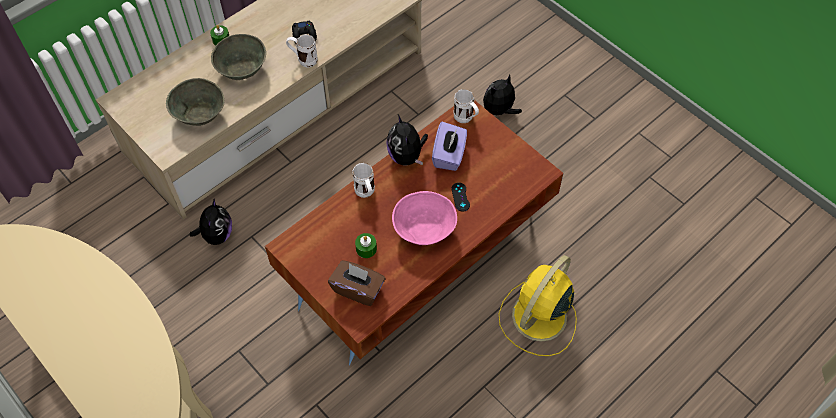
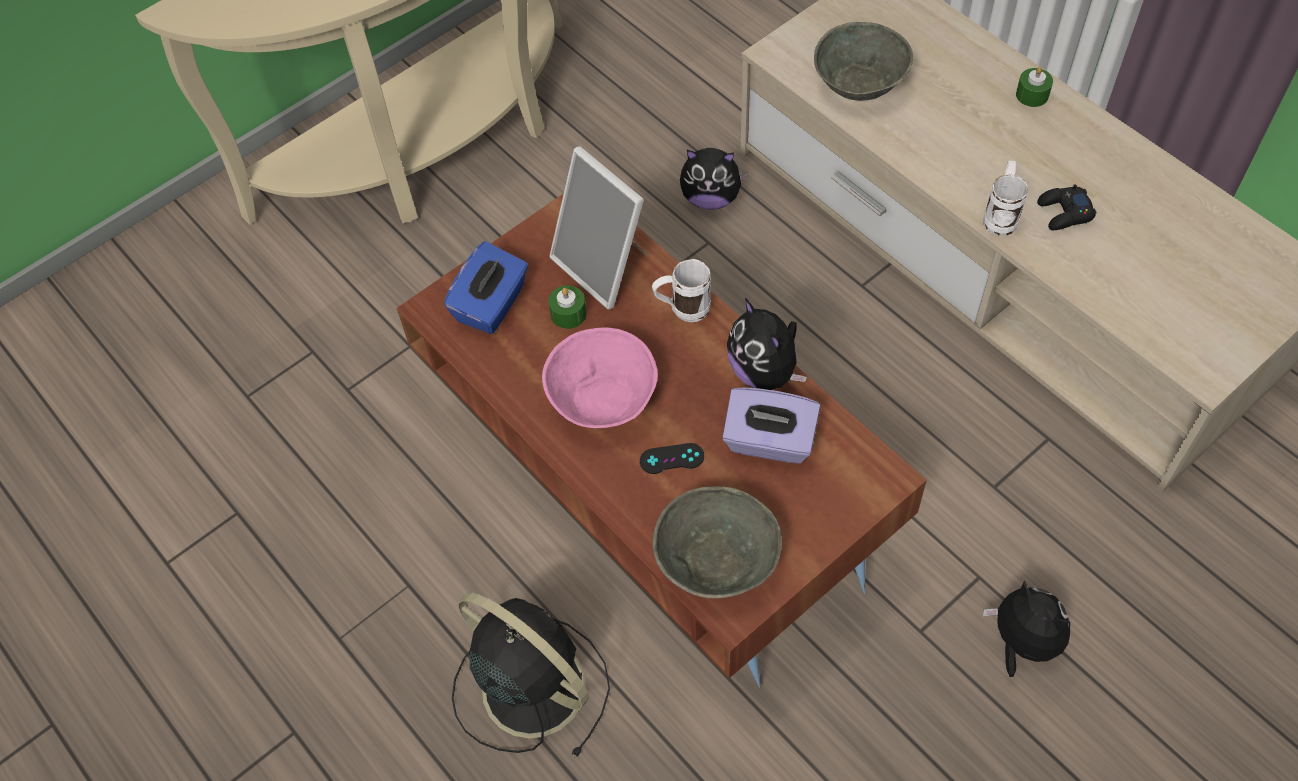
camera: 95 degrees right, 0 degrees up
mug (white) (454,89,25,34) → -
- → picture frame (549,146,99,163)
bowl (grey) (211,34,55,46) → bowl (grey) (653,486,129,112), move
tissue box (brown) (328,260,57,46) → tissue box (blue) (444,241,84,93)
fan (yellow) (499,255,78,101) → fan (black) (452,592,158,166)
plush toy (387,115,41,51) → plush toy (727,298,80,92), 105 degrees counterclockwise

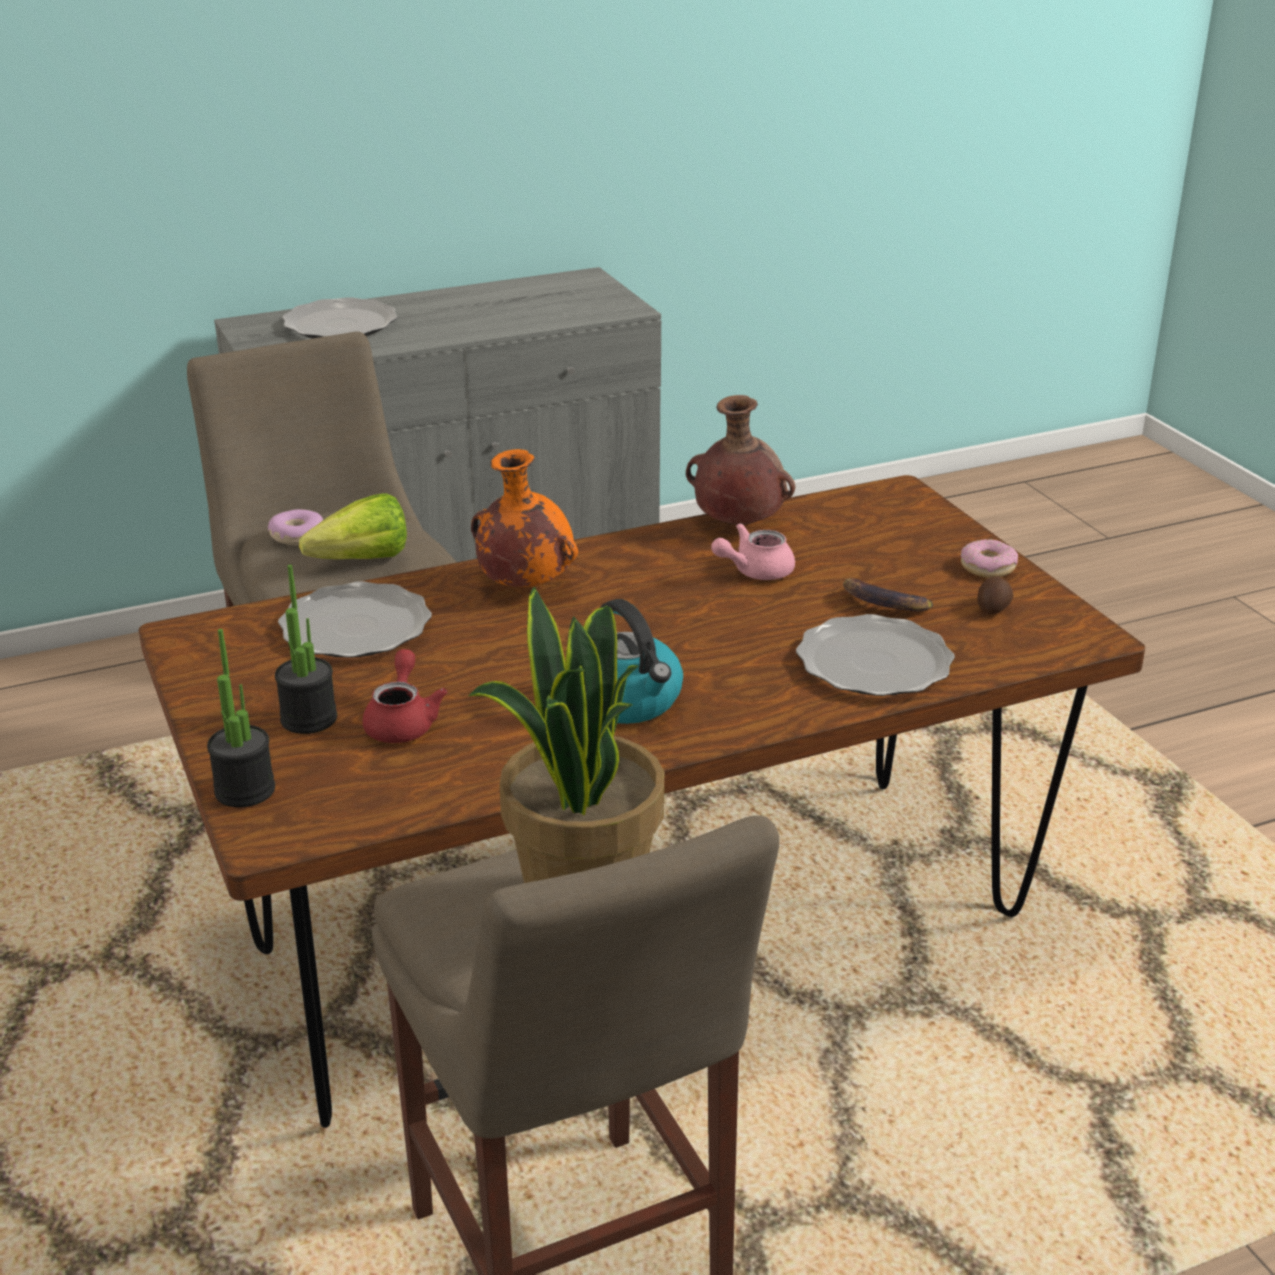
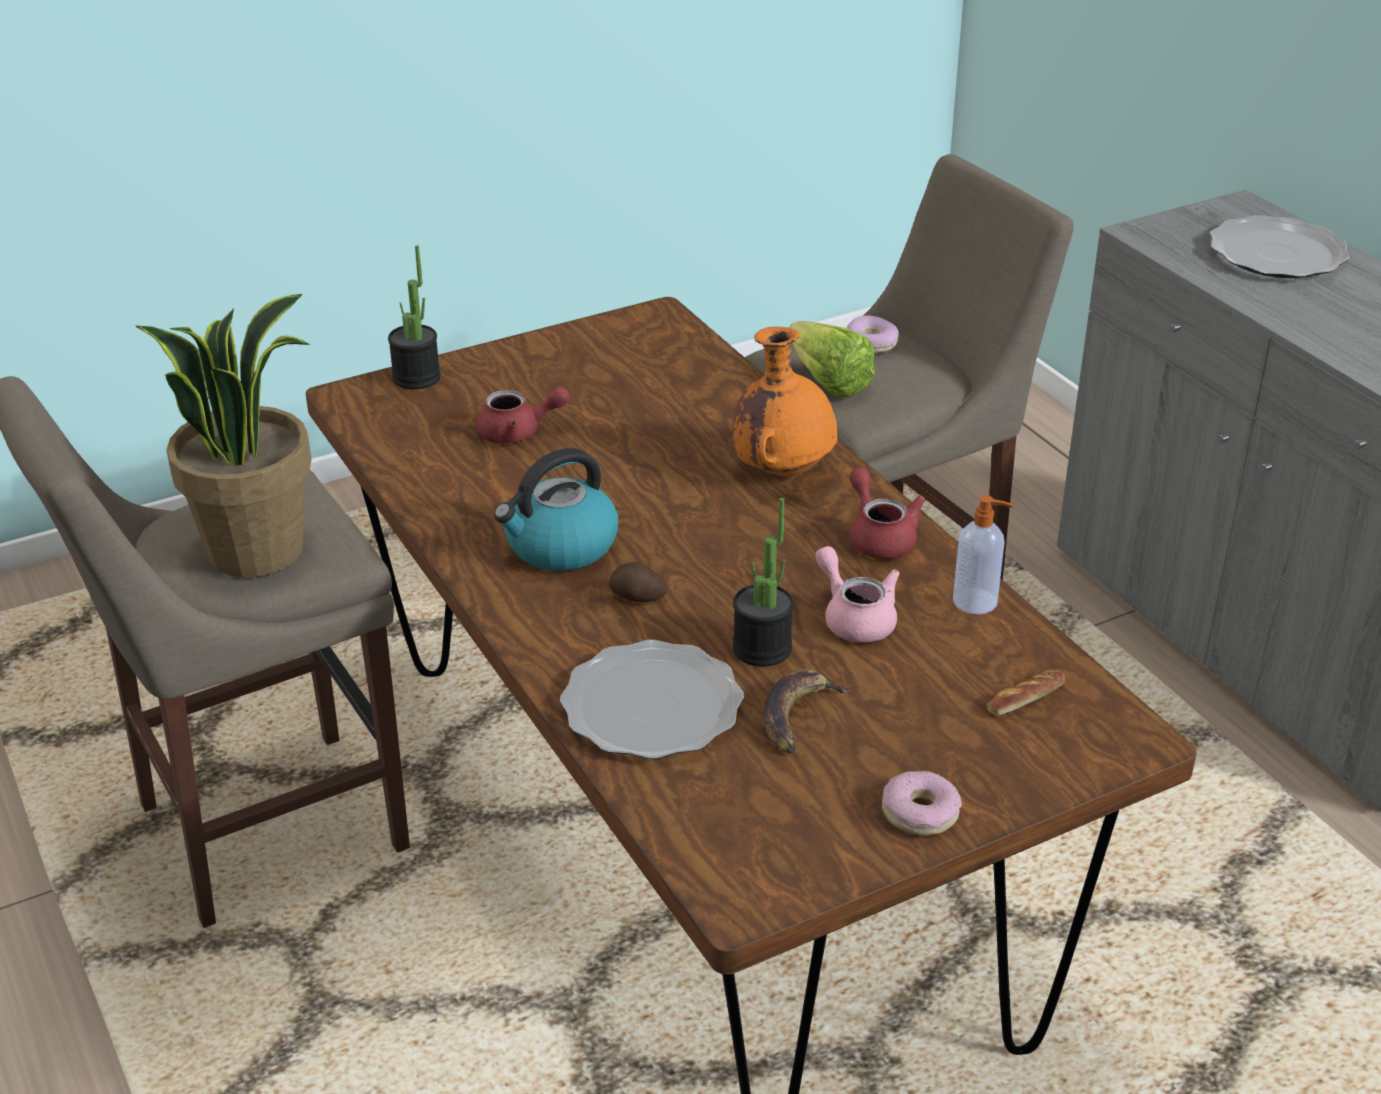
camera: 85 degrees right, 5 degrees up
plate (278,581,154,77) → -
- → teapot (red) (850,467,75,92)
- → bread (987,669,78,47)
potted plant (275,565,62,169) → potted plant (733,498,61,169), move
potato (977,577,36,37) → potato (609,562,58,40), move
vase (brown) (686,395,110,130) → soap dispenser (953,495,60,120)

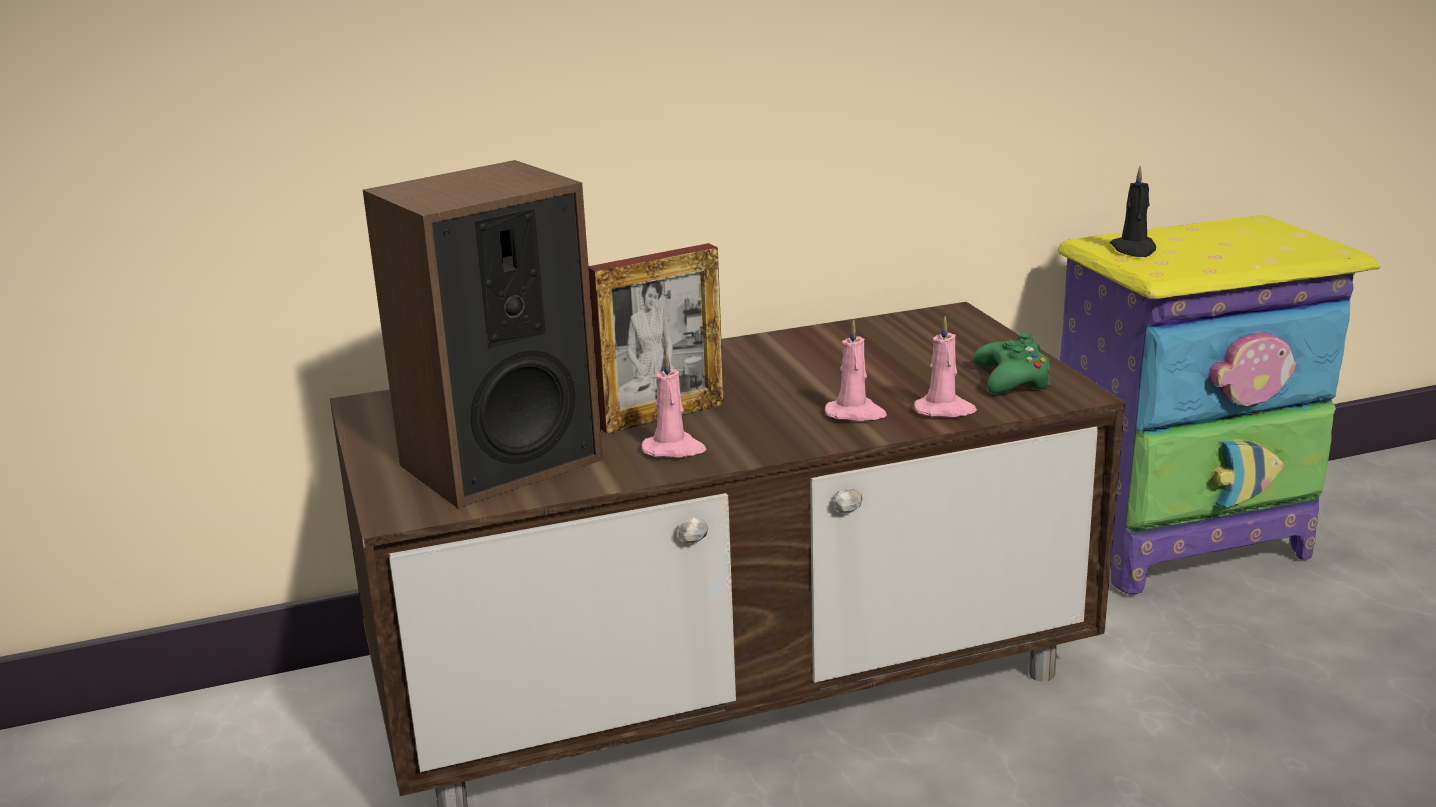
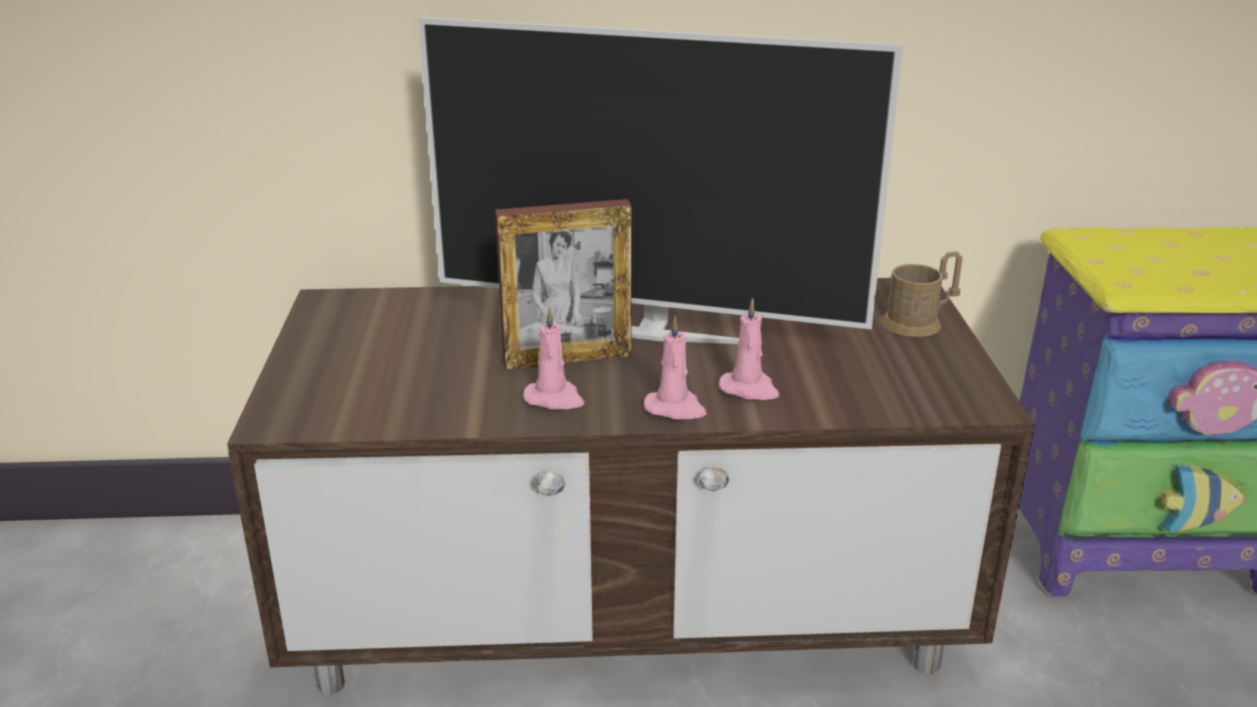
camera: 15 degrees right, 5 degrees up
speaker (363,160,240,348) → -
game controller (green) (973,333,78,60) → -
candle (black) (1110,166,46,91) → -
- → television (418,17,485,328)
- → mug (brown) (881,251,82,86)
candle (pink) (914,316,63,101) → candle (pink) (644,315,62,105), move

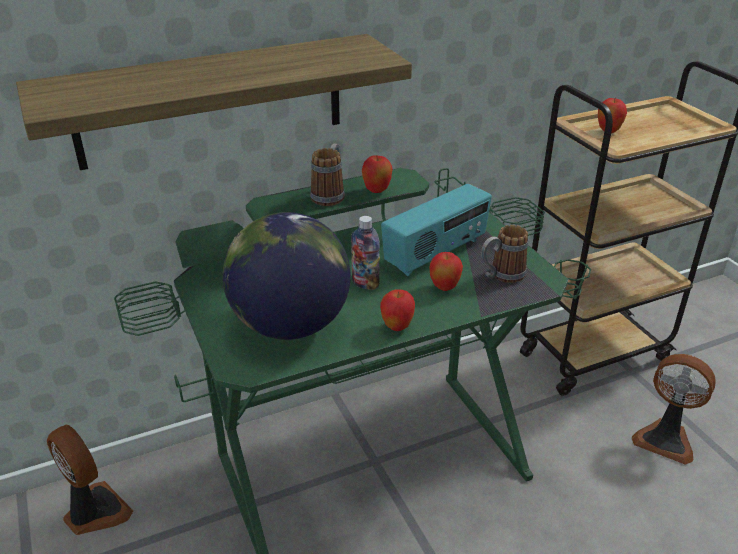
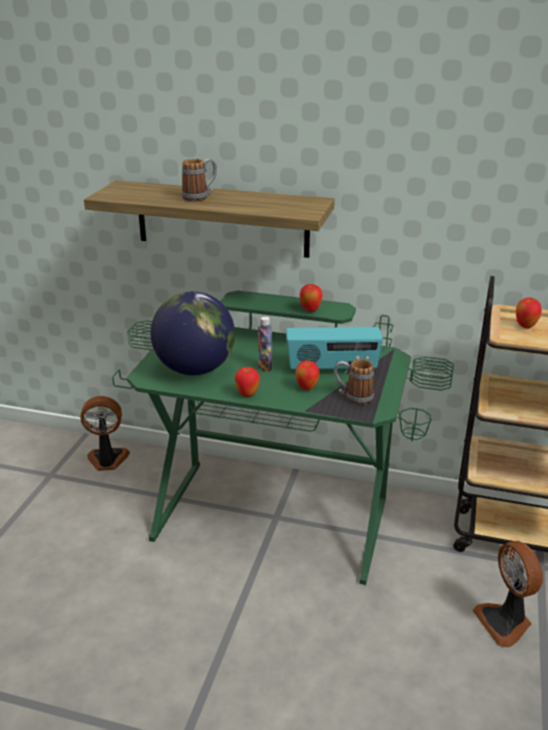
camera: 40 degrees right, 5 degrees down
mug (310,144,35,62) → mug (182,159,35,42), move
fan (47,425,86,110) → fan (81,396,49,75), 90 degrees counterclockwise

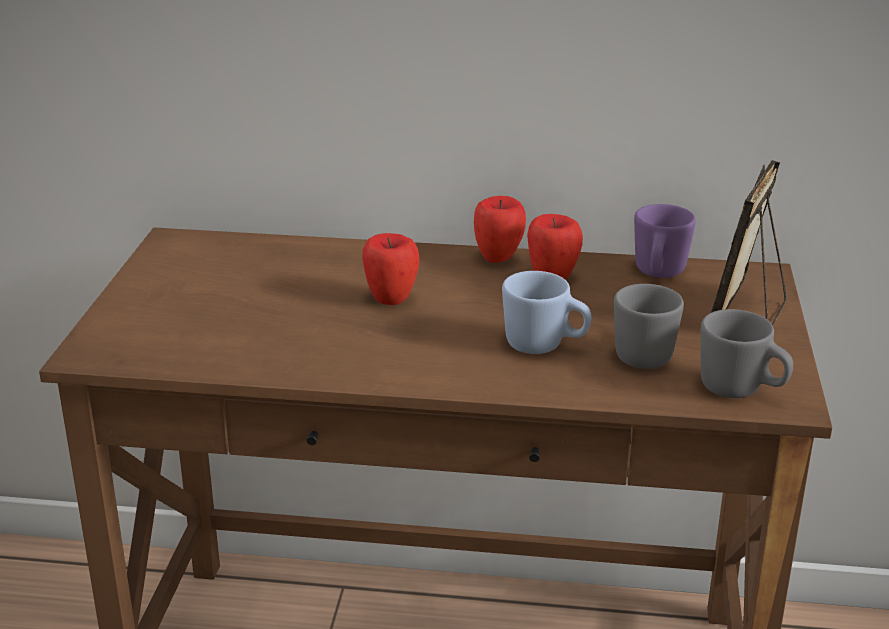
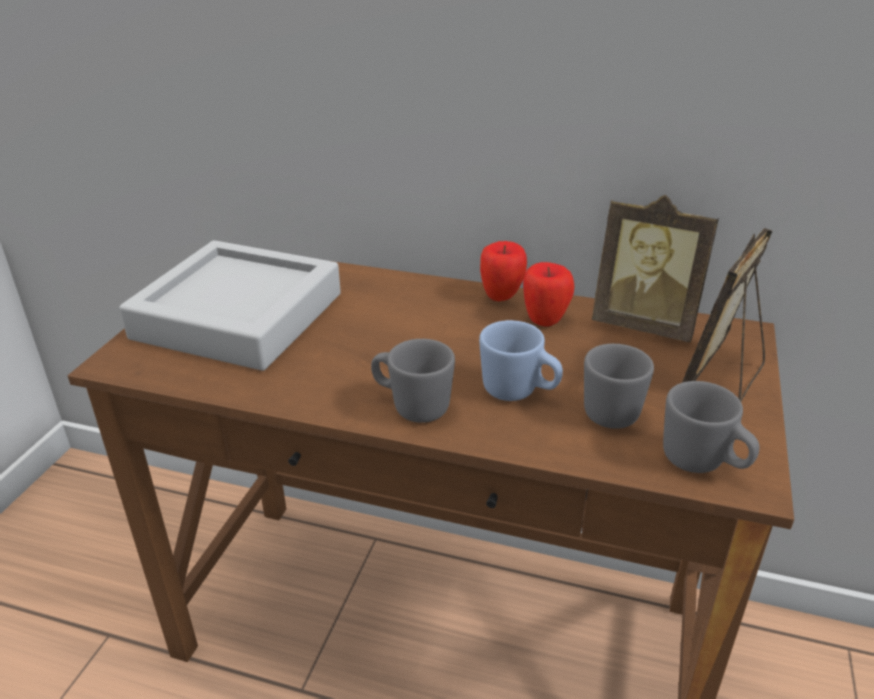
camera: 10 degrees right, 5 degrees up
apple (362,233,57,72) → -
- → tray (grey) (119,240,222,131)
- → mug (grey) (371,339,84,84)
mug (purple) (634,204,62,74) → picture frame (591,195,128,147)

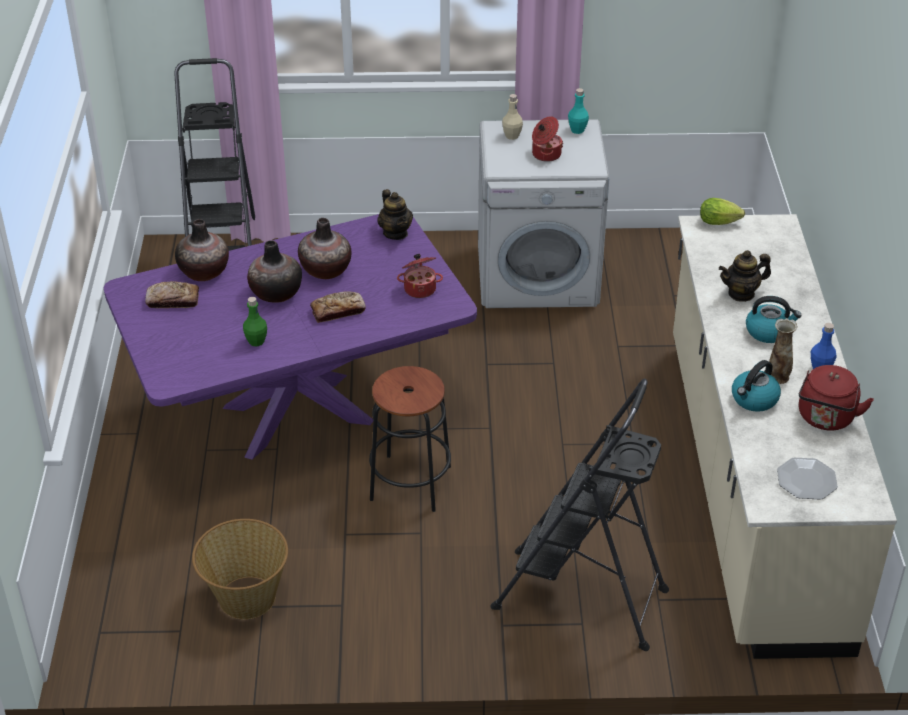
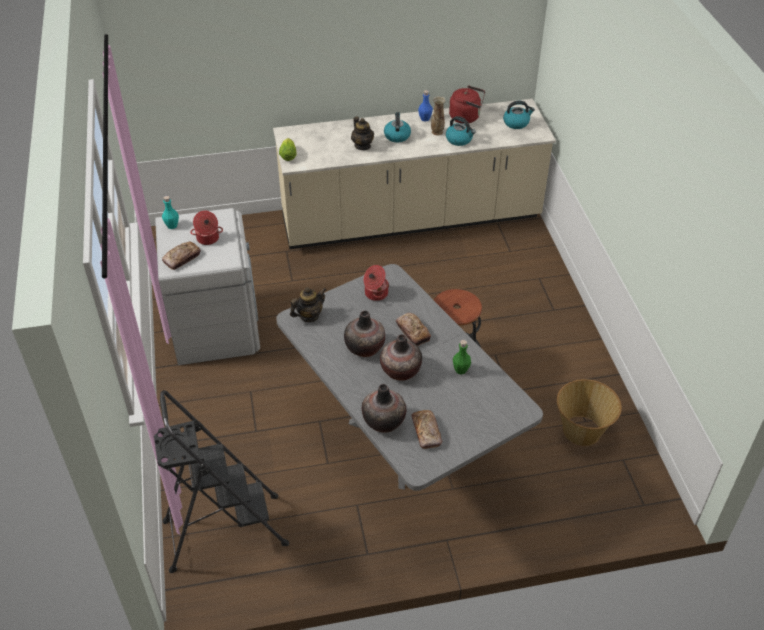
camera: 100 degrees left, 5 degrees up
step ladder (490,379,179,272) → -
bottle (beige) (502,94,21,46) → bread (162,241,39,29)
plate (777,458,61,42) → kettle (503,101,32,28)
dining table (purple) (104,214,373,246) → dining table (grey) (276,264,267,227)

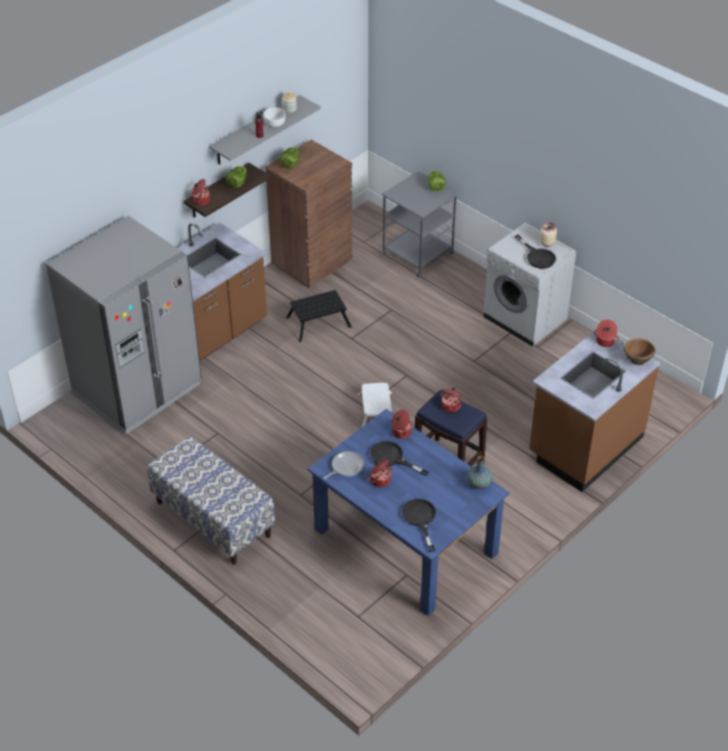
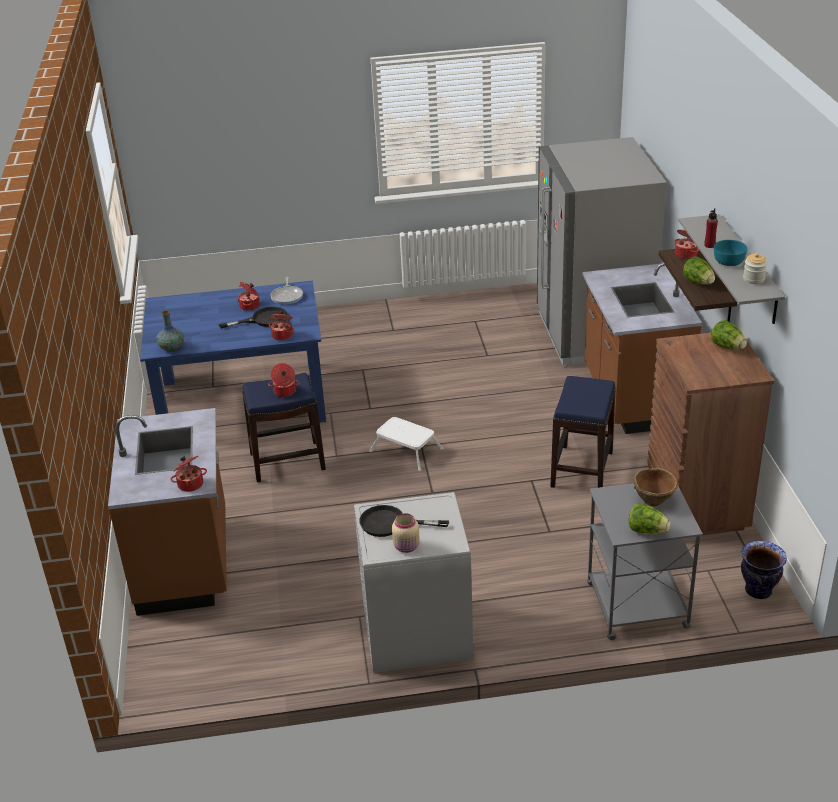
camera: 130 degrees right, 10 degrees down
bench (147,436,128,129) → -
frying pan (black) (402,499,34,53) → -
- → vase (741,540,46,59)
bowl (brown) (624,338,32,27) → bowl (brown) (633,468,45,38), move
step ladder (black) (286,290,66,52) → stool (550,376,66,112)
bowl (white) (263,108,23,19) → bowl (turquoise) (714,240,33,26)

